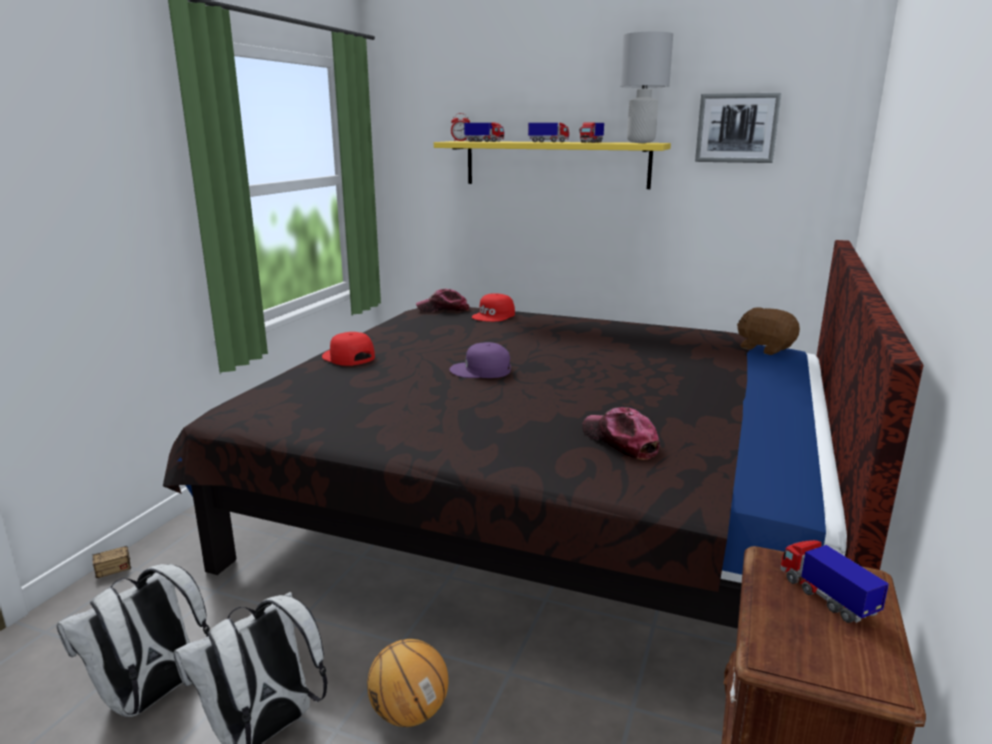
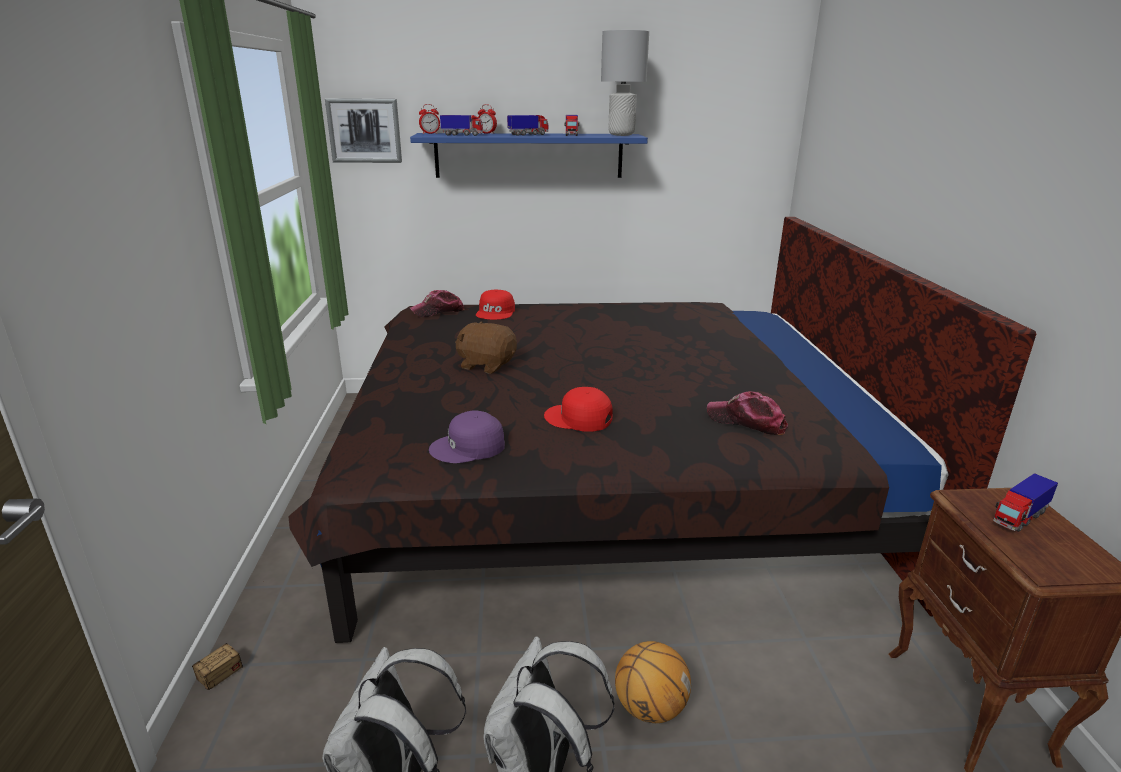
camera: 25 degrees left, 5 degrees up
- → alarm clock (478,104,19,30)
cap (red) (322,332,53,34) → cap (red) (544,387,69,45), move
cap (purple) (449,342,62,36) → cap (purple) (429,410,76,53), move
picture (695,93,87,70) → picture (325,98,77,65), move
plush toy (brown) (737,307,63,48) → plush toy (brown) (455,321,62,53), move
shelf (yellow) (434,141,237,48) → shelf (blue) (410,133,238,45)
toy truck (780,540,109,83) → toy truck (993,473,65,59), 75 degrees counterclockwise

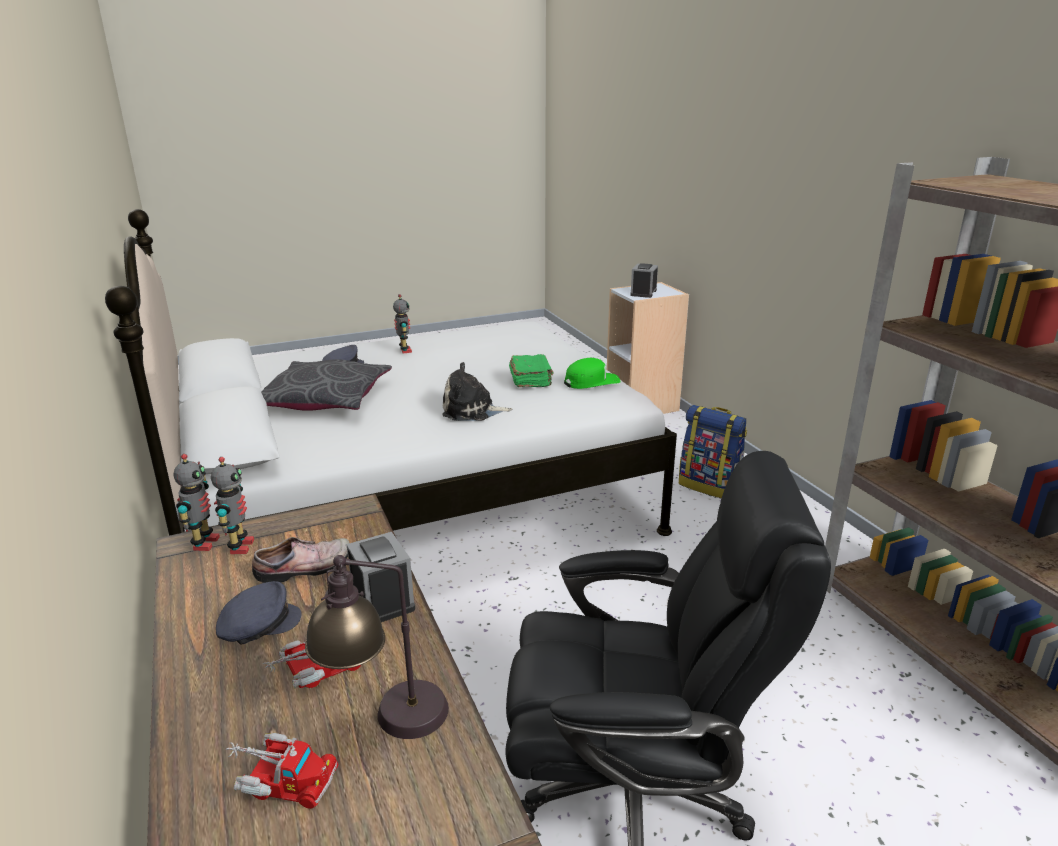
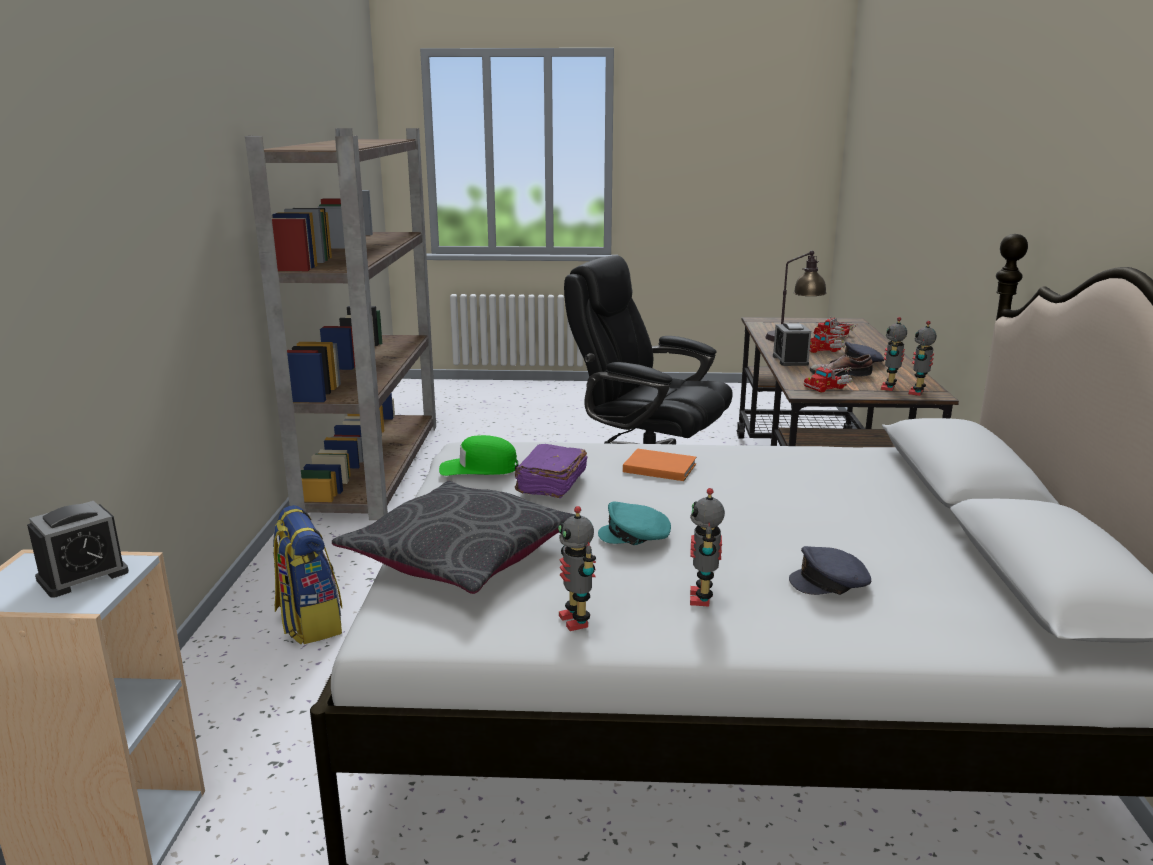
camera: 155 degrees left, 5 degrees down
- → toy robot (558,506,38,125)
- → cap (turquoise) (598,502,73,43)
- → toy truck (803,366,49,26)
pillow (grey) (261,359,131,52) → pillow (grey) (332,481,244,113), move
plush toy (442,362,70,59) → book (orange) (623,449,74,32)
book (green) (509,354,45,33) → book (purple) (515,444,72,54)

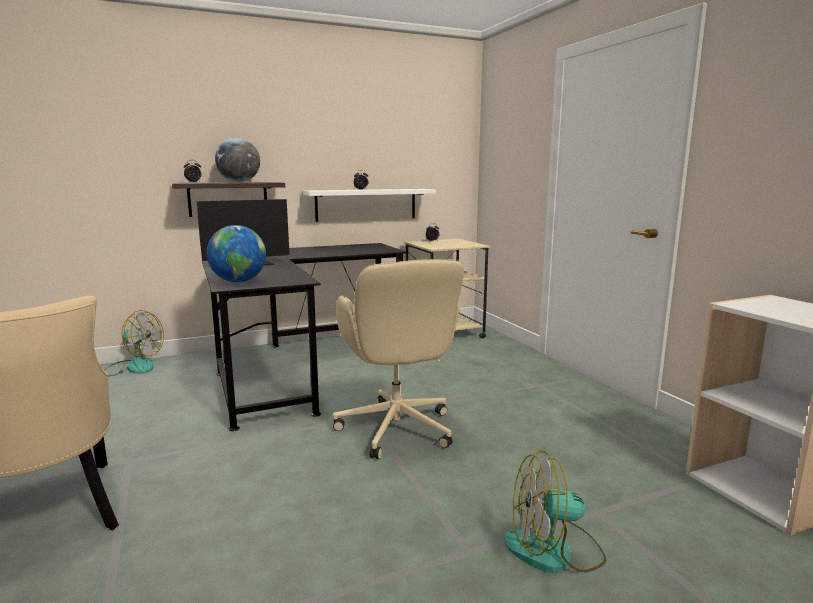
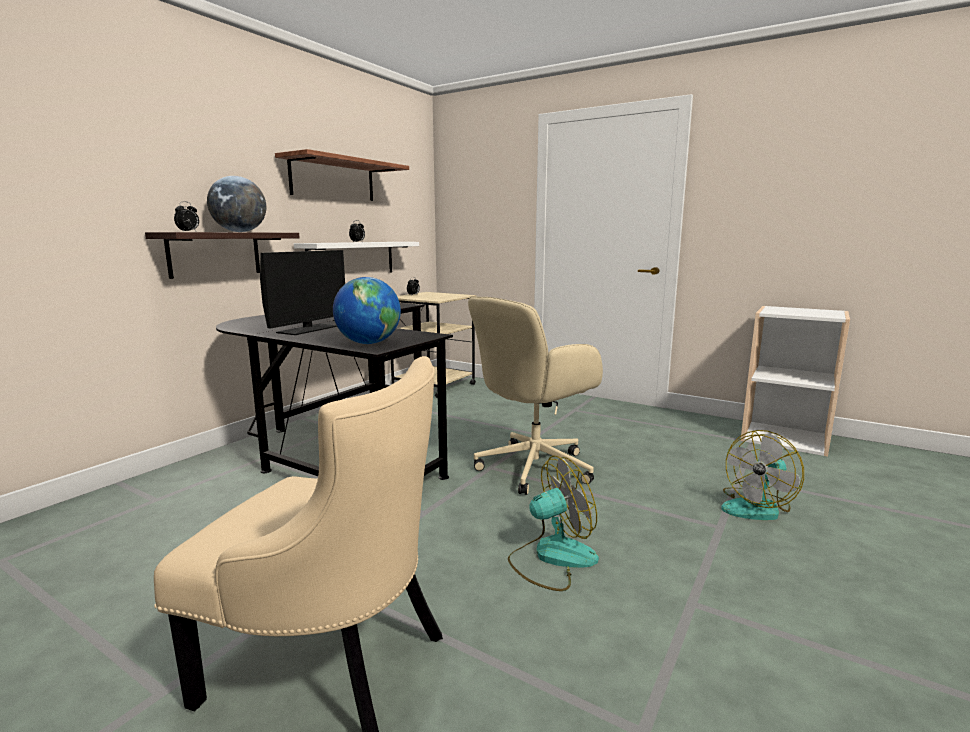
camera: 35 degrees left, 0 degrees up
- → shelf (275,149,134,52)
fan (105,310,59,66) → fan (508,455,91,136), move
office chair (beige) (333,259,131,200) → office chair (beige) (468,296,135,199), 105 degrees clockwise

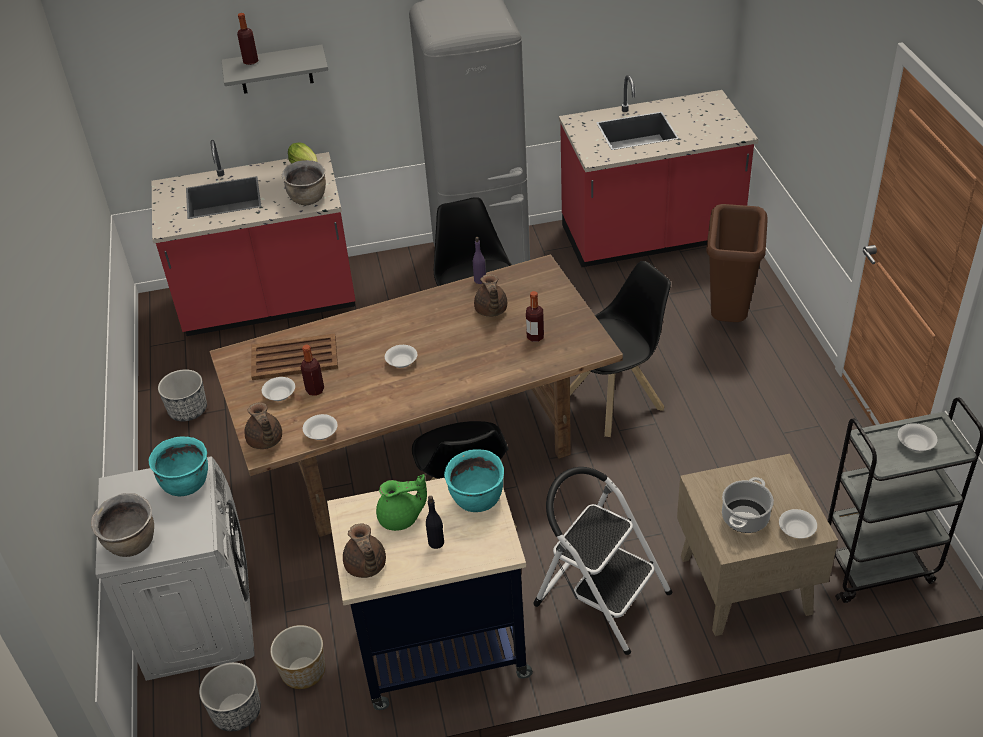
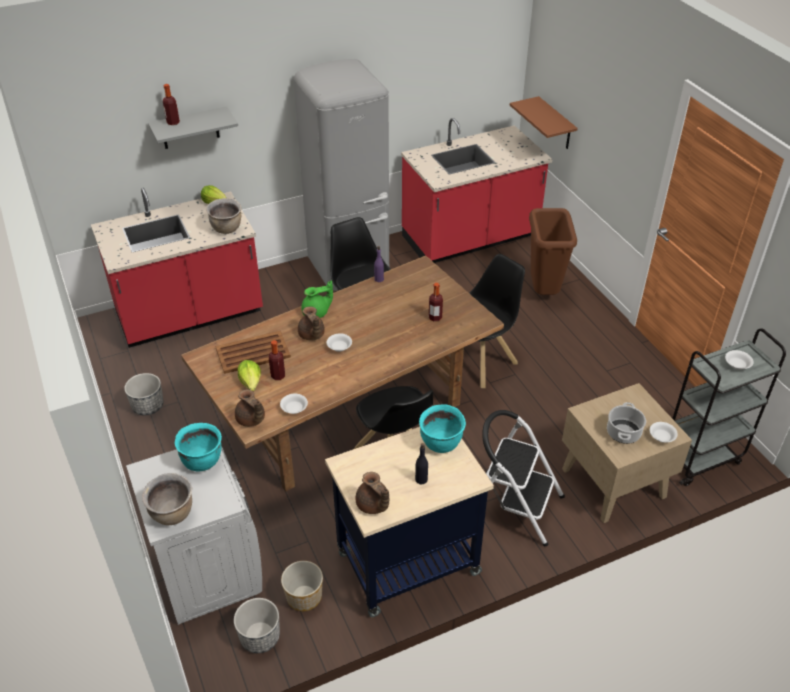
camera: 15 degrees left, 0 degrees up
- → shelf (brown) (510,96,68,53)
teapot (green) (376,474,51,57) → teapot (green) (301,280,32,38), move
teapot (brown) (474,274,33,43) → teapot (brown) (298,307,27,34), move
bowl (white) (262,377,33,24) → lettuce (238,360,23,31)

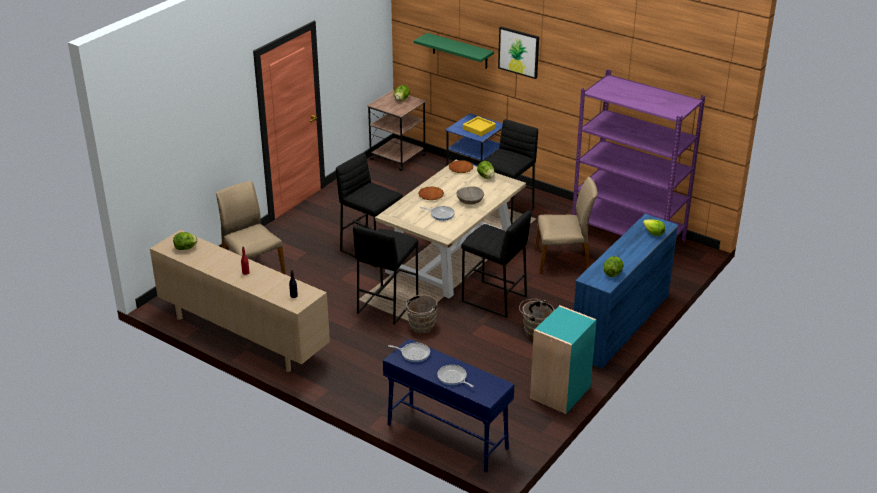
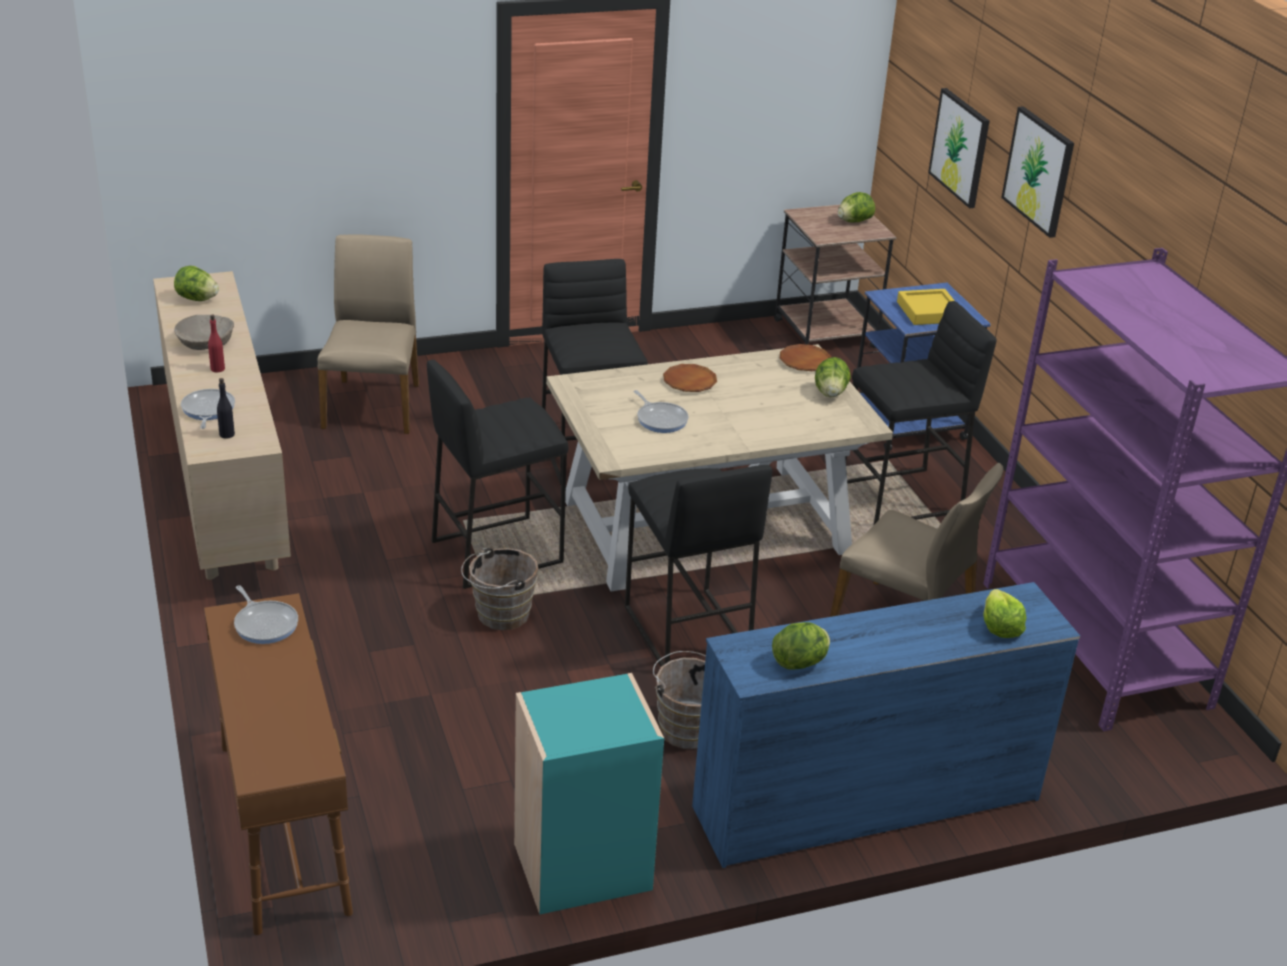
camera: 35 degrees right, 0 degrees up
frying pan (437,365,37,22) → frying pan (181,389,54,40), move
bowl (beige) (456,186,28,19) → bowl (beige) (174,315,60,35), move
shelf (green) (414,33,80,36) → picture (928,88,62,120)
console table (blue) (383,338,131,134) → console table (brown) (204,593,149,342)

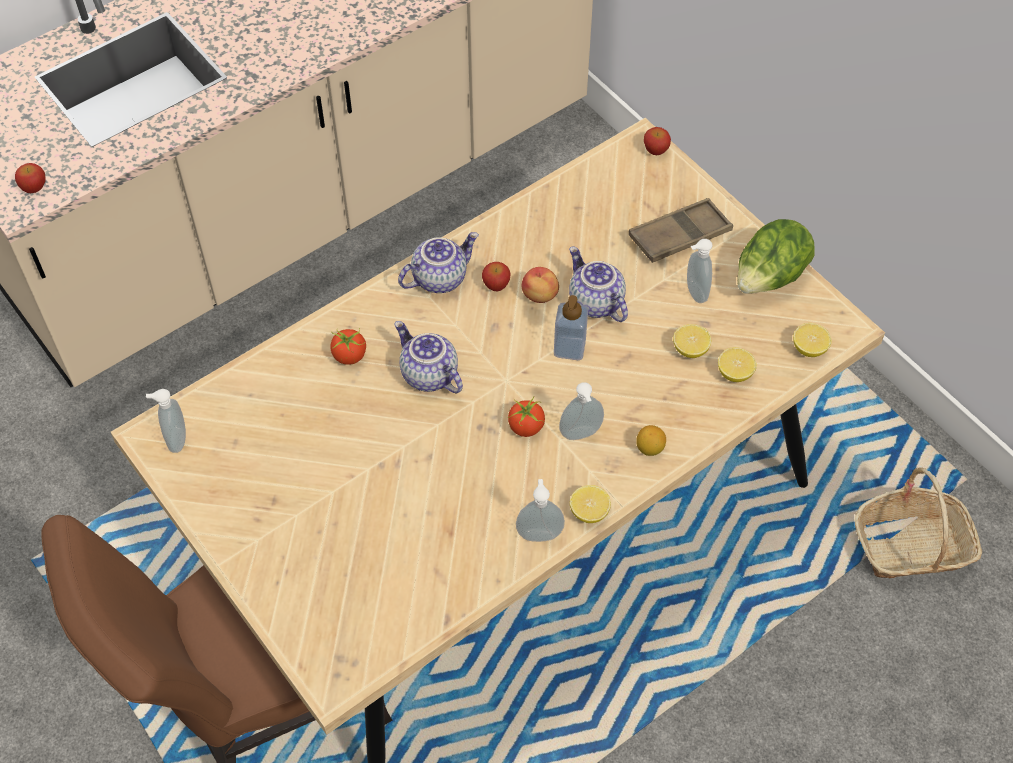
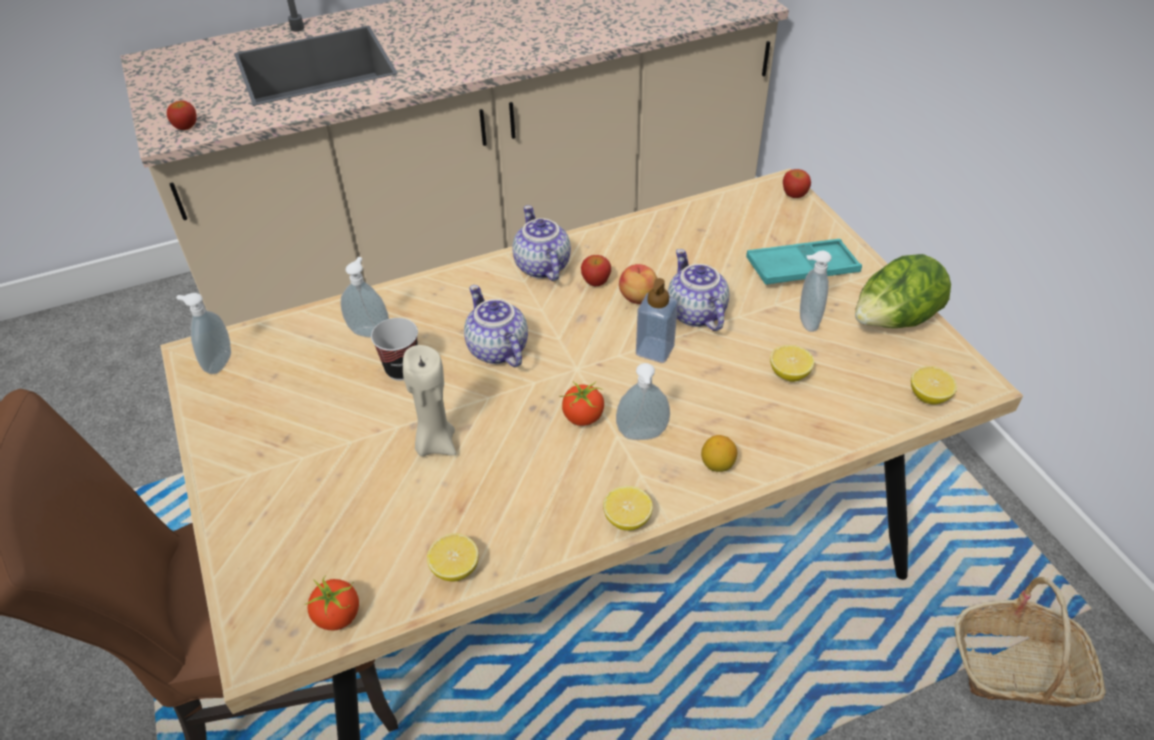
camera: 15 degrees right, 10 degrees down
- → cup (371,318,47,63)
- → candle (beige) (403,345,53,112)
tomato (330,328,36,37) → tomato (304,576,55,55), move
soap dispenser (516,479,49,63) → soap dispenser (340,257,49,81), move
lemon (718,347,39,35) → lemon (427,533,51,49), move
tray (brown) (628,198,105,65) → tray (turquoise) (746,239,116,46)
teapot (398,232,81,61) → teapot (513,205,58,76), 90 degrees counterclockwise

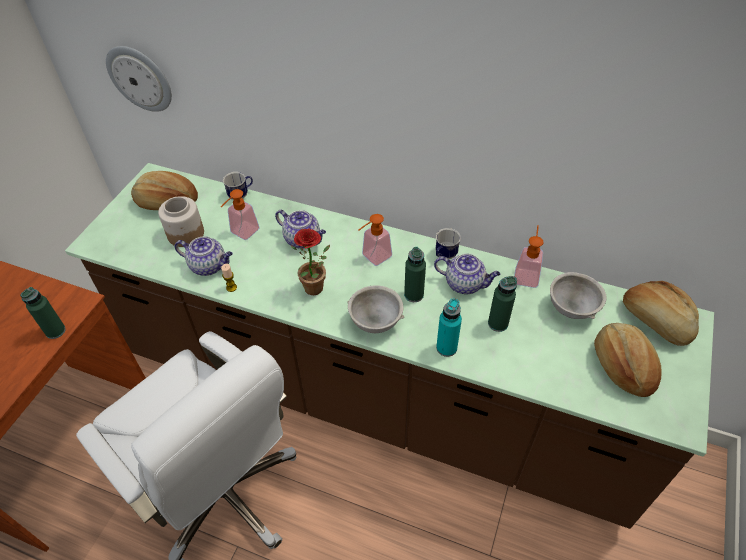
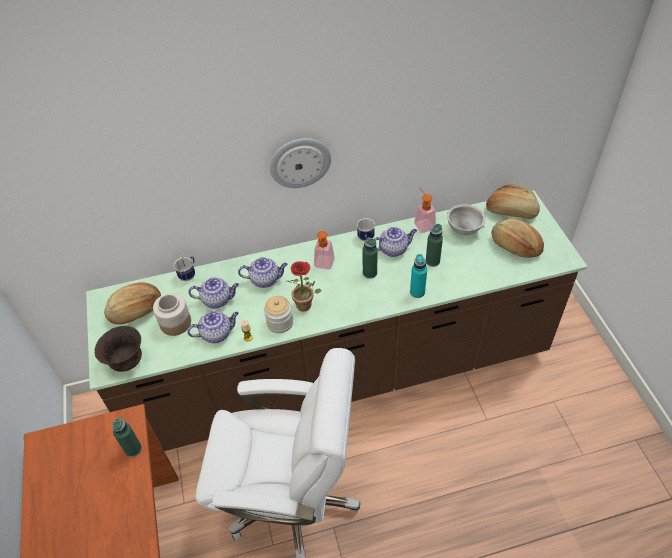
camera: 35 degrees left, 0 degrees up
bowl (grey) (347,286,57,47) → -
- → bowl (brown) (95,326,47,46)
- → jar (264,296,29,37)
wall clock (106,46,66,66) → wall clock (270,138,61,50), move
soap dispenser (221,189,39,51) → teapot (188,277,51,32)

